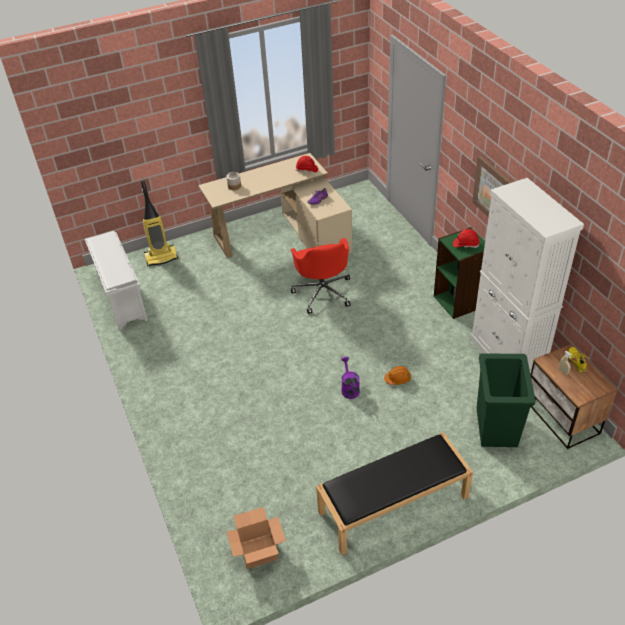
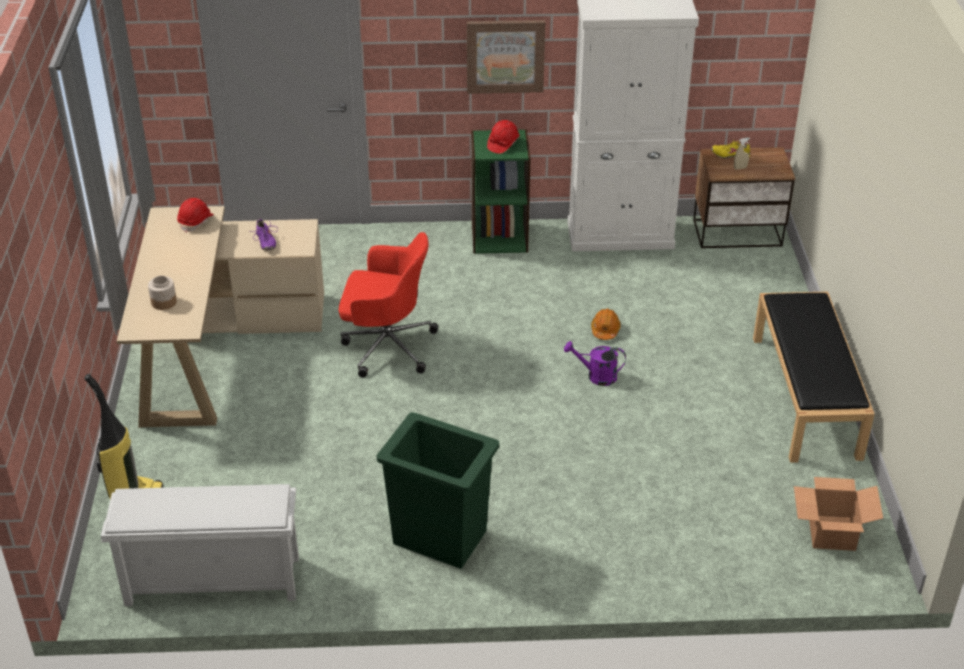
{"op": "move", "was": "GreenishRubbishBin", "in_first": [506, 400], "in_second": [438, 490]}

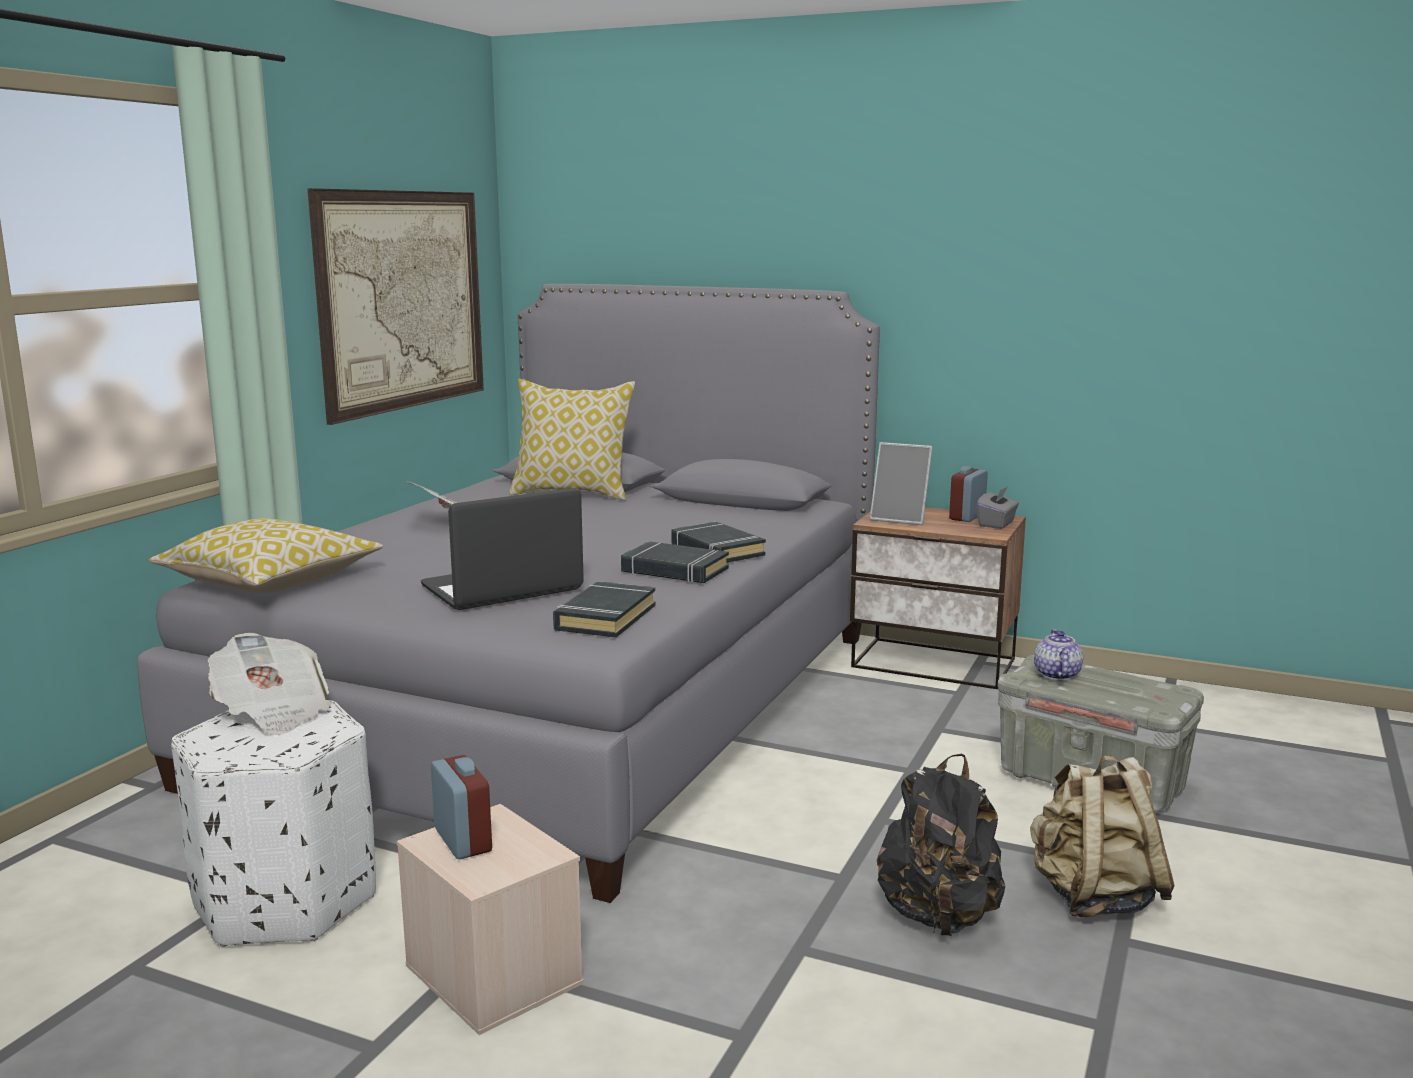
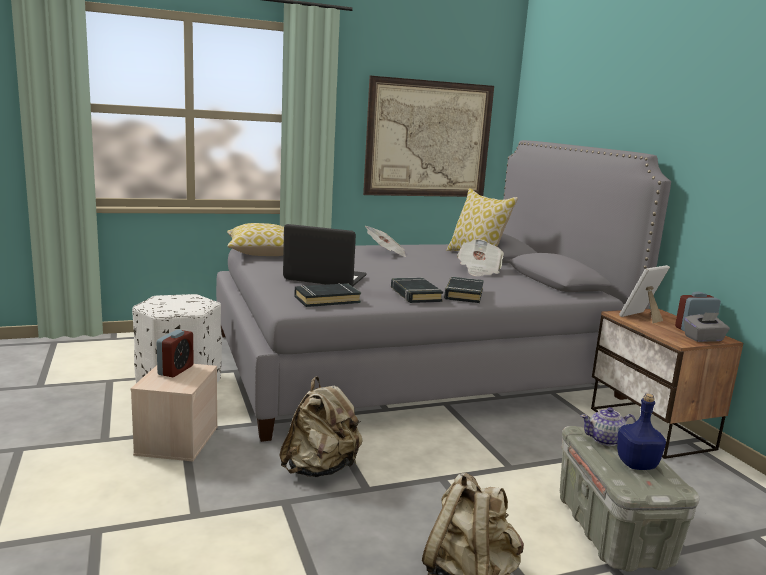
{"op": "insert", "now": "BeigeKnapsack", "in_second": [321, 426]}
{"op": "move", "was": "PrintedPaper", "in_first": [269, 684], "in_second": [480, 257]}
{"op": "rotate", "was": "PotForTea", "in_first": [1058, 654], "in_second": [608, 426], "clockwise": -150}
{"op": "insert", "now": "BlueColouredBottle", "in_second": [641, 432]}
{"op": "rotate", "was": "StandingFrame", "in_first": [901, 483], "in_second": [644, 294], "clockwise": 75}
{"op": "delete", "was": "BlackishKnapsack", "in_first": [941, 845]}

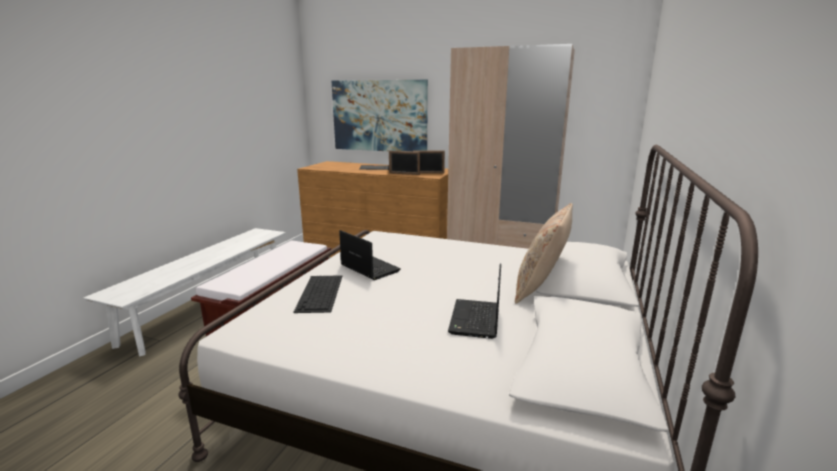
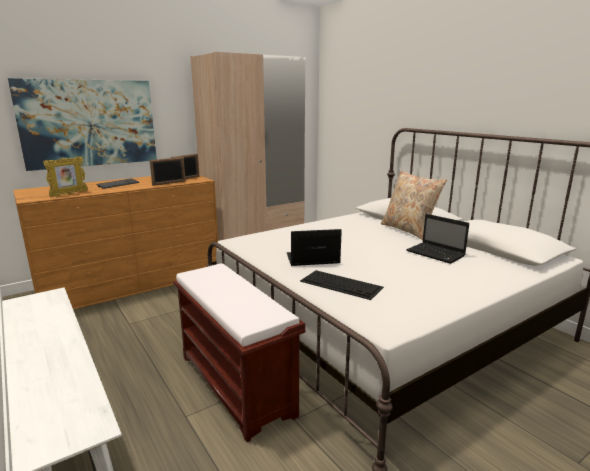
{"op": "insert", "now": "StandingFrame", "in_second": [65, 176]}

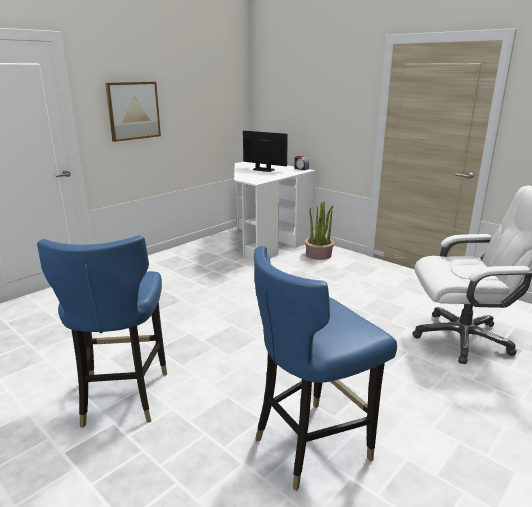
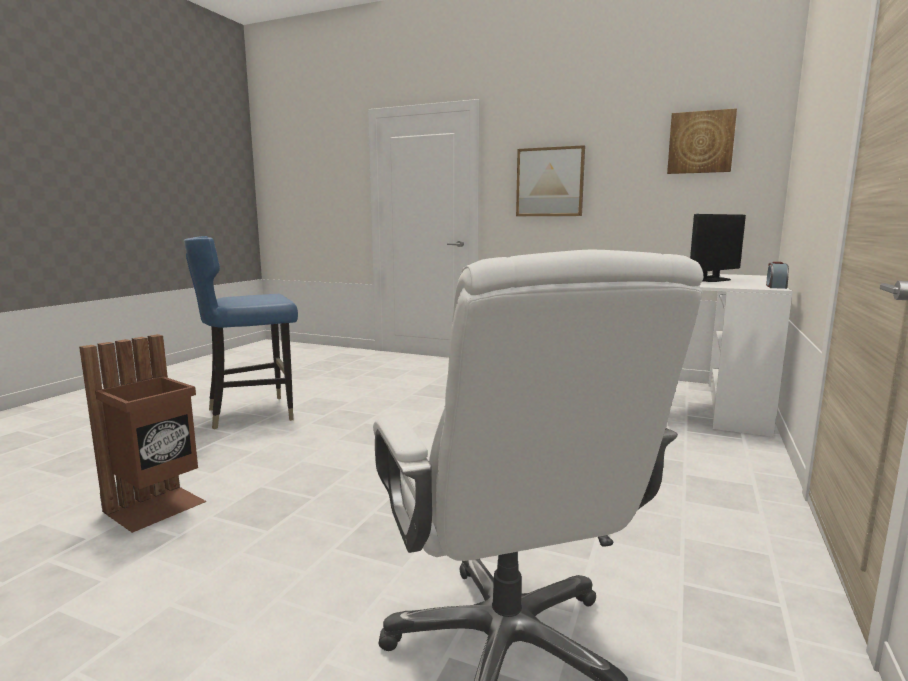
{"op": "replace", "was": "BlueColouredChair", "now": "BrownColouredRubbishBin", "in_first": [325, 368], "in_second": [143, 433]}
{"op": "insert", "now": "WallPicture", "in_second": [702, 141]}
{"op": "rotate", "was": "ComputerScreen", "in_first": [265, 151], "in_second": [718, 248], "clockwise": 45}
{"op": "delete", "was": "PottedPlant", "in_first": [319, 231]}

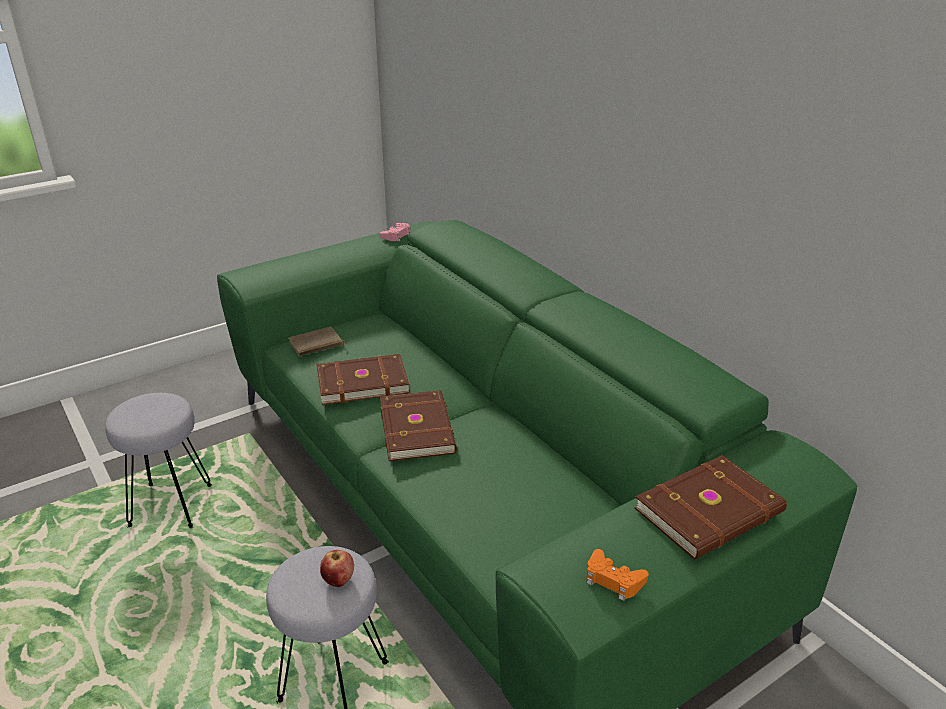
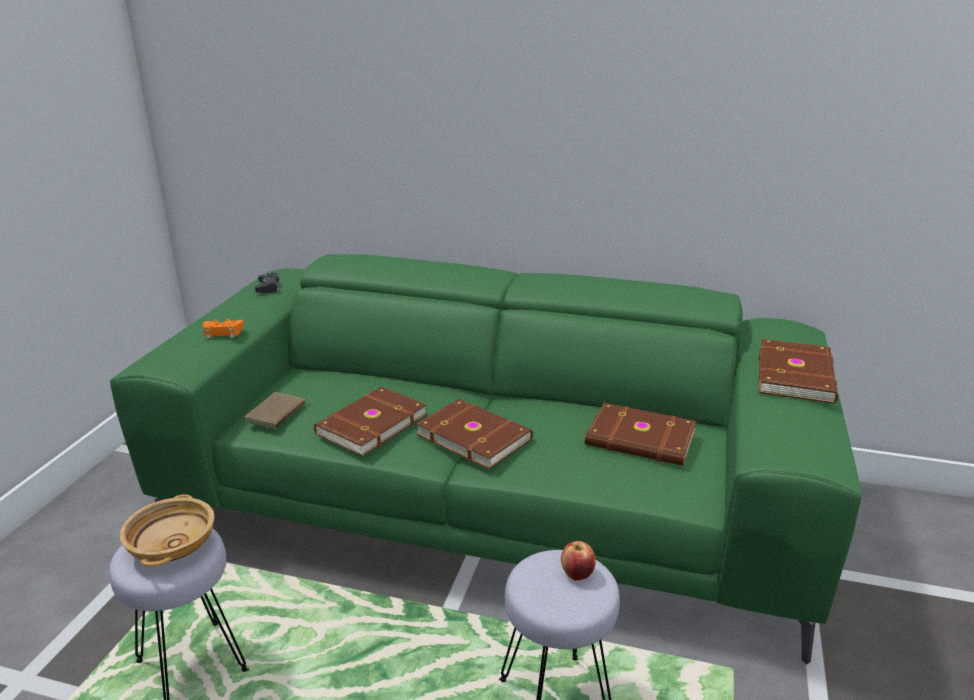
{"op": "insert", "now": "BeigeDeepDish", "in_second": [167, 530]}
{"op": "move", "was": "OrangeColouredGamepad", "in_first": [617, 575], "in_second": [223, 329]}
{"op": "recolor", "was": "PinkGamepad", "now": "BlackishGamepad", "in_first": [395, 232], "in_second": [268, 282]}
{"op": "insert", "now": "BrownColouredBoundBook", "in_second": [640, 434]}

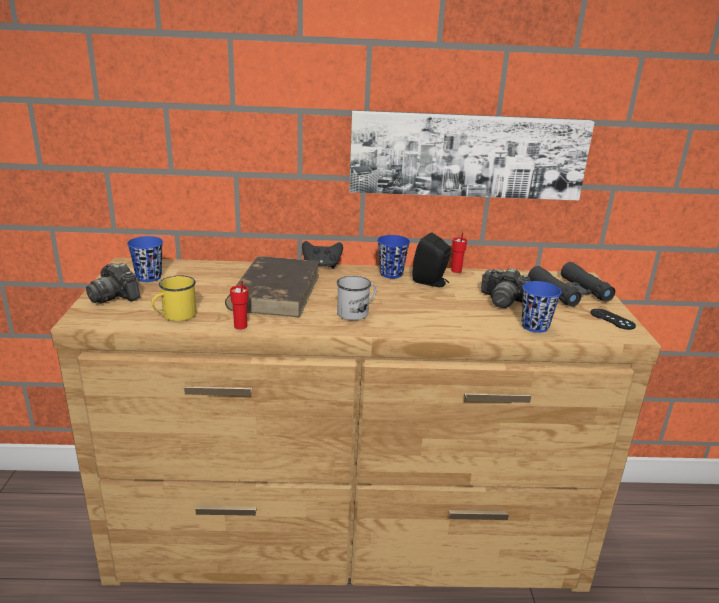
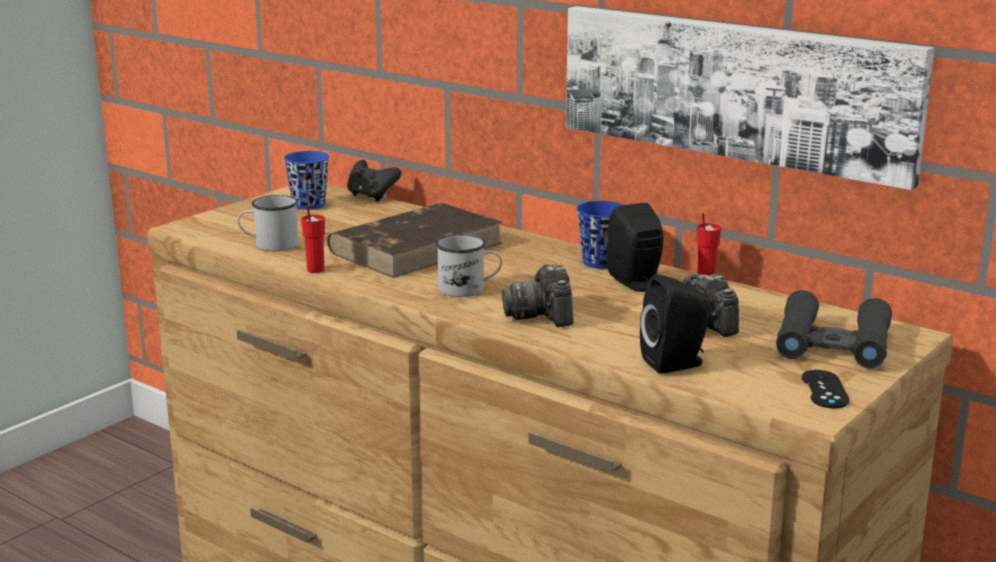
{"op": "recolor", "was": "YellowishCoffeeMug", "now": "WhiteColouredCoffeeMug", "in_first": [174, 298], "in_second": [267, 223]}
{"op": "move", "was": "BlackishGamepad", "in_first": [322, 255], "in_second": [374, 181]}
{"op": "move", "was": "StillCamera", "in_first": [113, 283], "in_second": [537, 296]}
{"op": "replace", "was": "BlueColouredDrinkingCup", "now": "BlackishSpeaker", "in_first": [542, 307], "in_second": [675, 324]}

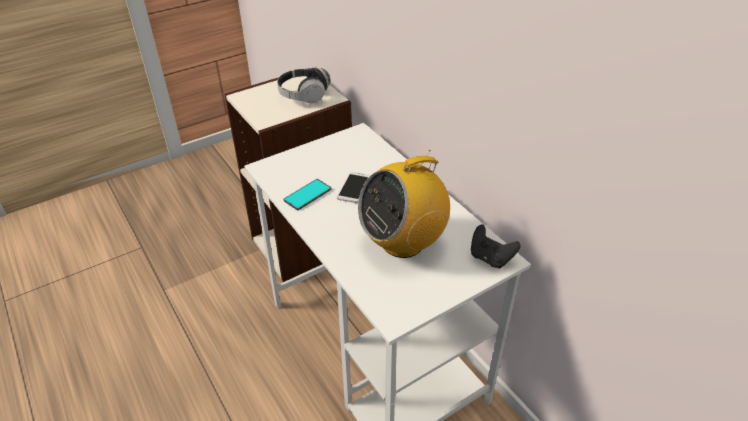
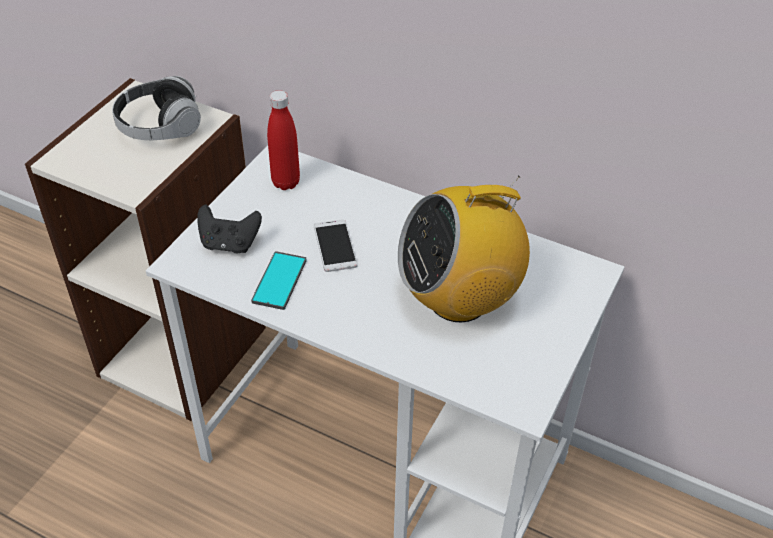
{"op": "move", "was": "BlackishGamepad", "in_first": [495, 247], "in_second": [229, 229]}
{"op": "insert", "now": "RedColouredBottle", "in_second": [283, 140]}
{"op": "rotate", "was": "RadioReceiver", "in_first": [404, 204], "in_second": [464, 249], "clockwise": 45}

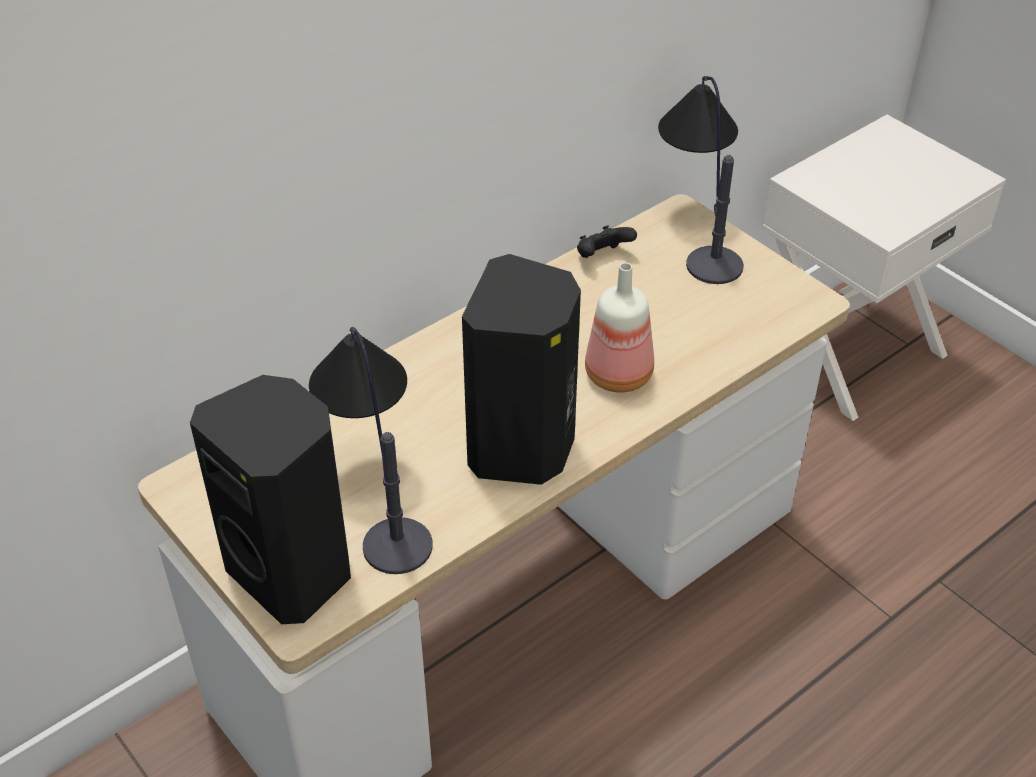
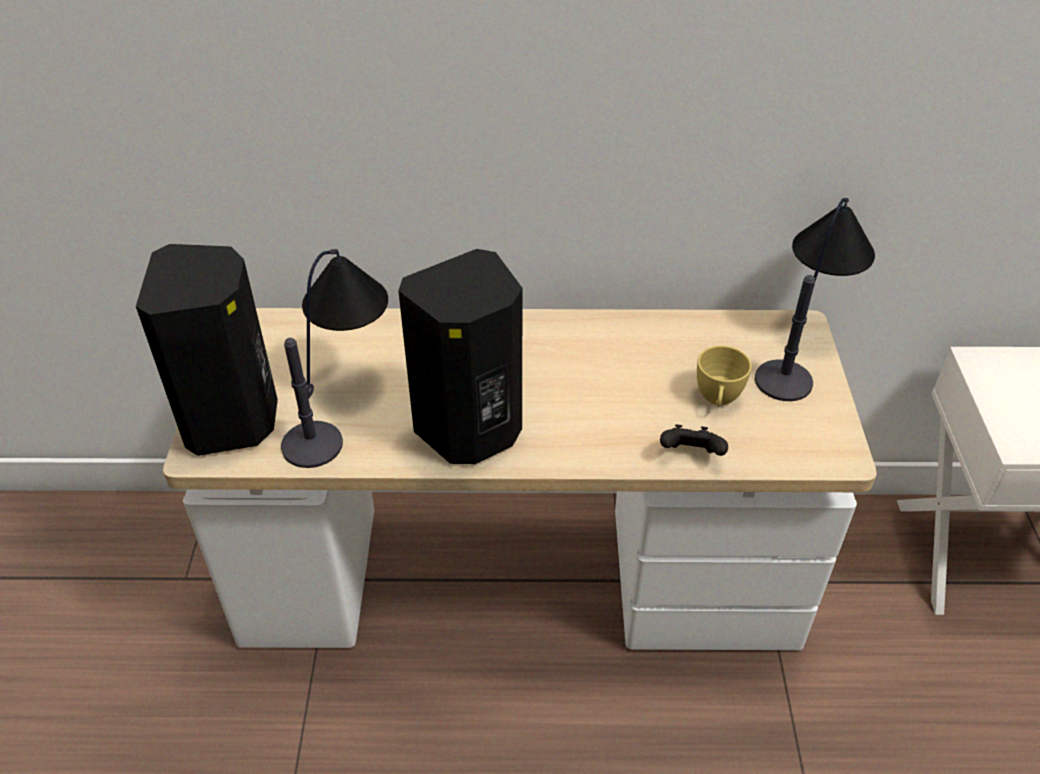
{"op": "move", "was": "BlackishGamepad", "in_first": [607, 241], "in_second": [694, 440]}
{"op": "insert", "now": "YellowishDrinkingCup", "in_second": [724, 376]}
{"op": "delete", "was": "Bottle", "in_first": [619, 327]}

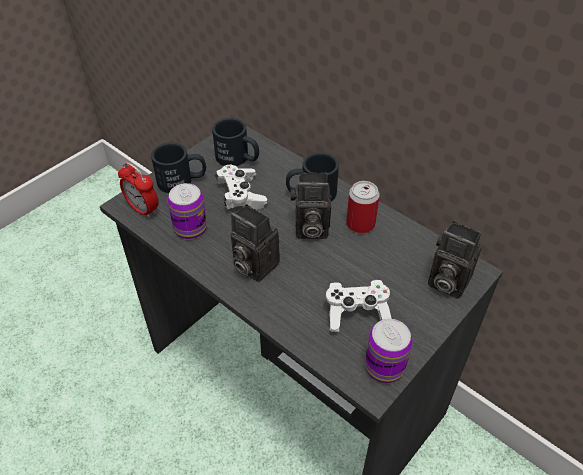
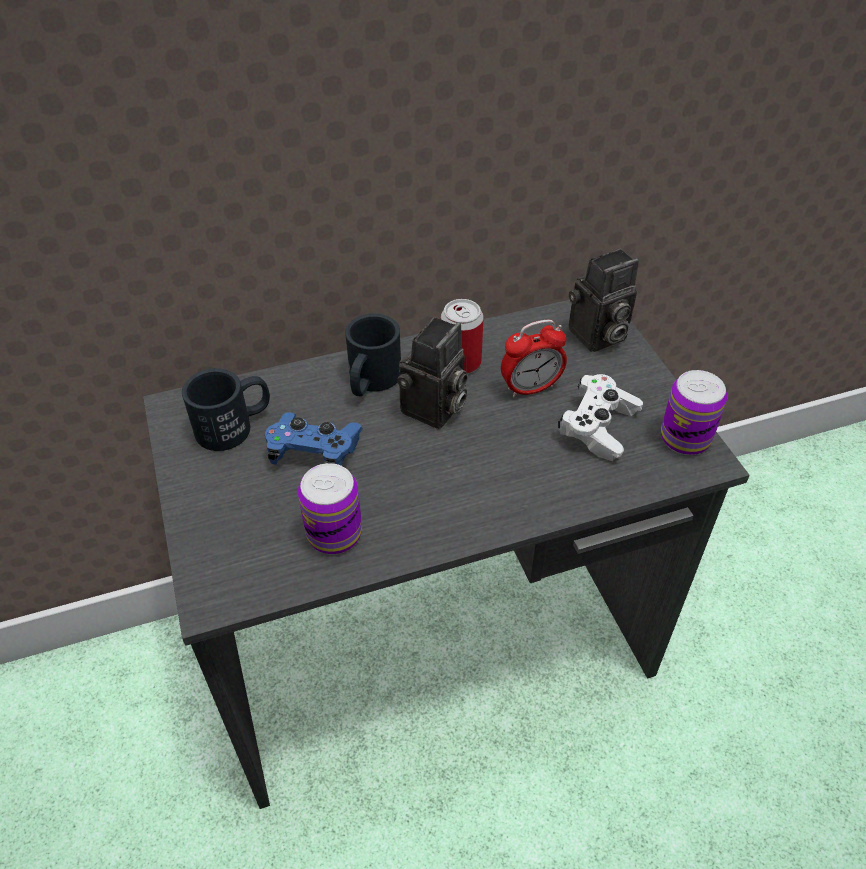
{"op": "recolor", "was": "WhiteColouredGamepad", "now": "BlueColouredGamepad", "in_first": [241, 187], "in_second": [314, 438]}
{"op": "move", "was": "TableClock", "in_first": [138, 190], "in_second": [534, 359]}
{"op": "delete", "was": "BlackishCoffeeMug", "in_first": [178, 167]}
{"op": "delete", "was": "StillCamera", "in_first": [255, 243]}

